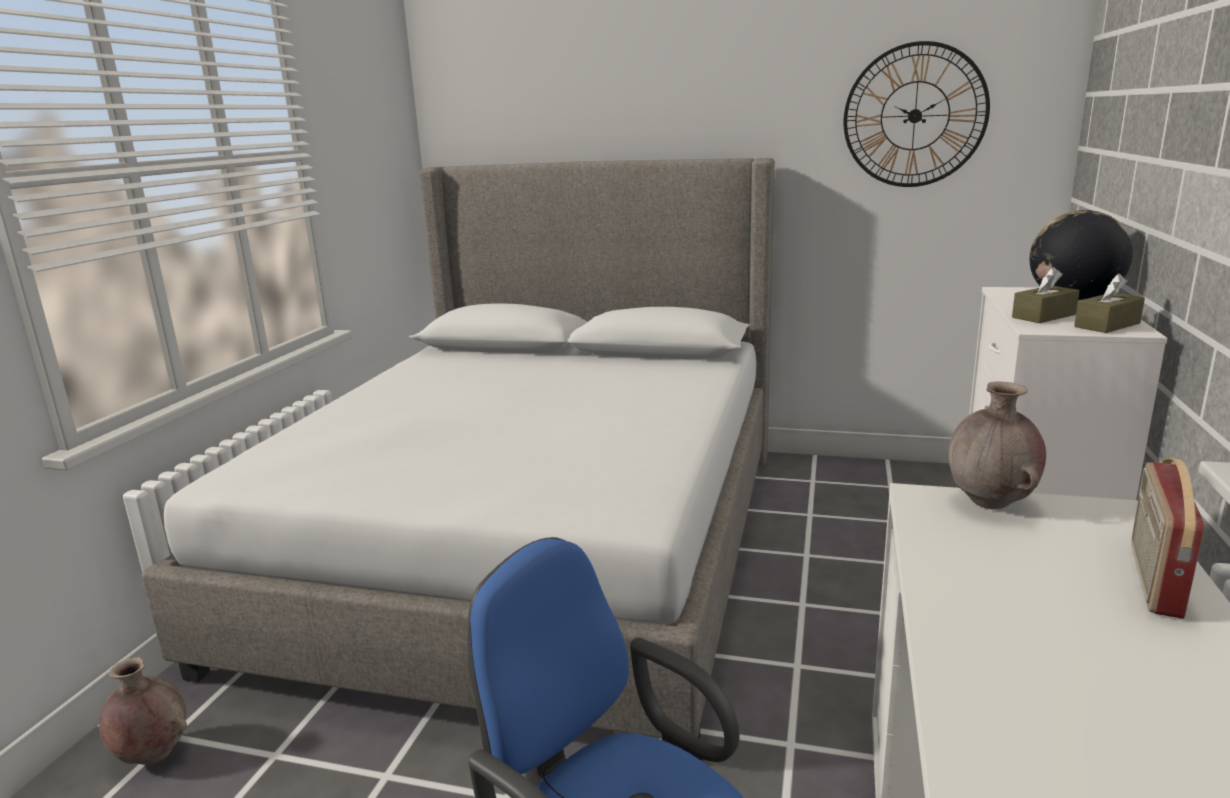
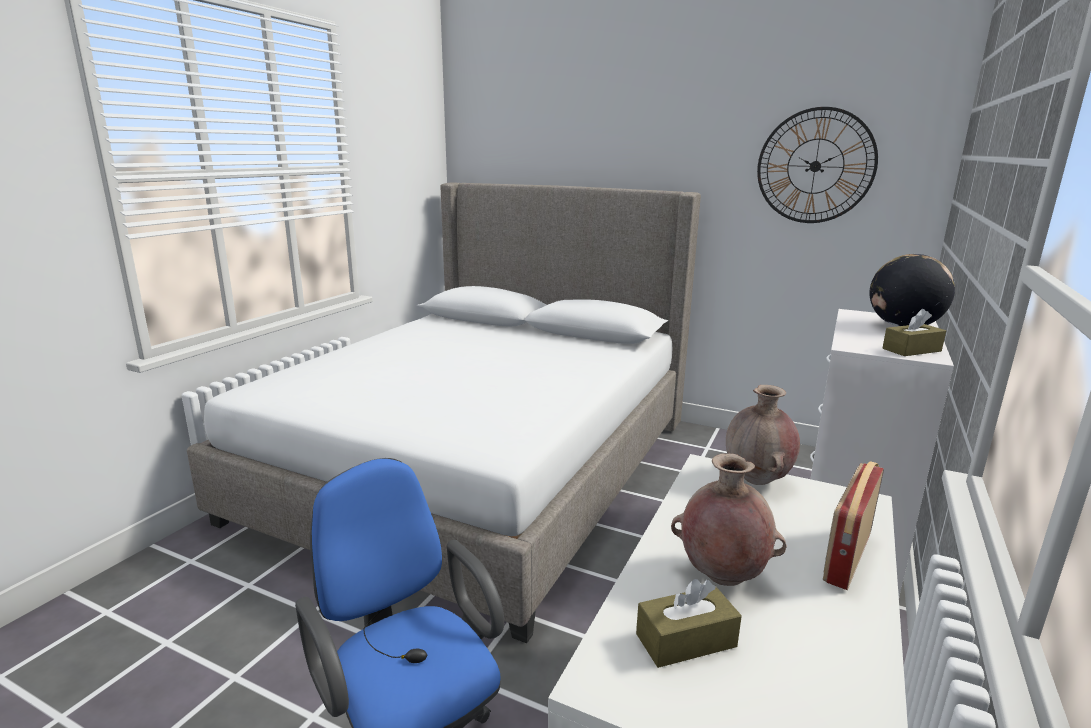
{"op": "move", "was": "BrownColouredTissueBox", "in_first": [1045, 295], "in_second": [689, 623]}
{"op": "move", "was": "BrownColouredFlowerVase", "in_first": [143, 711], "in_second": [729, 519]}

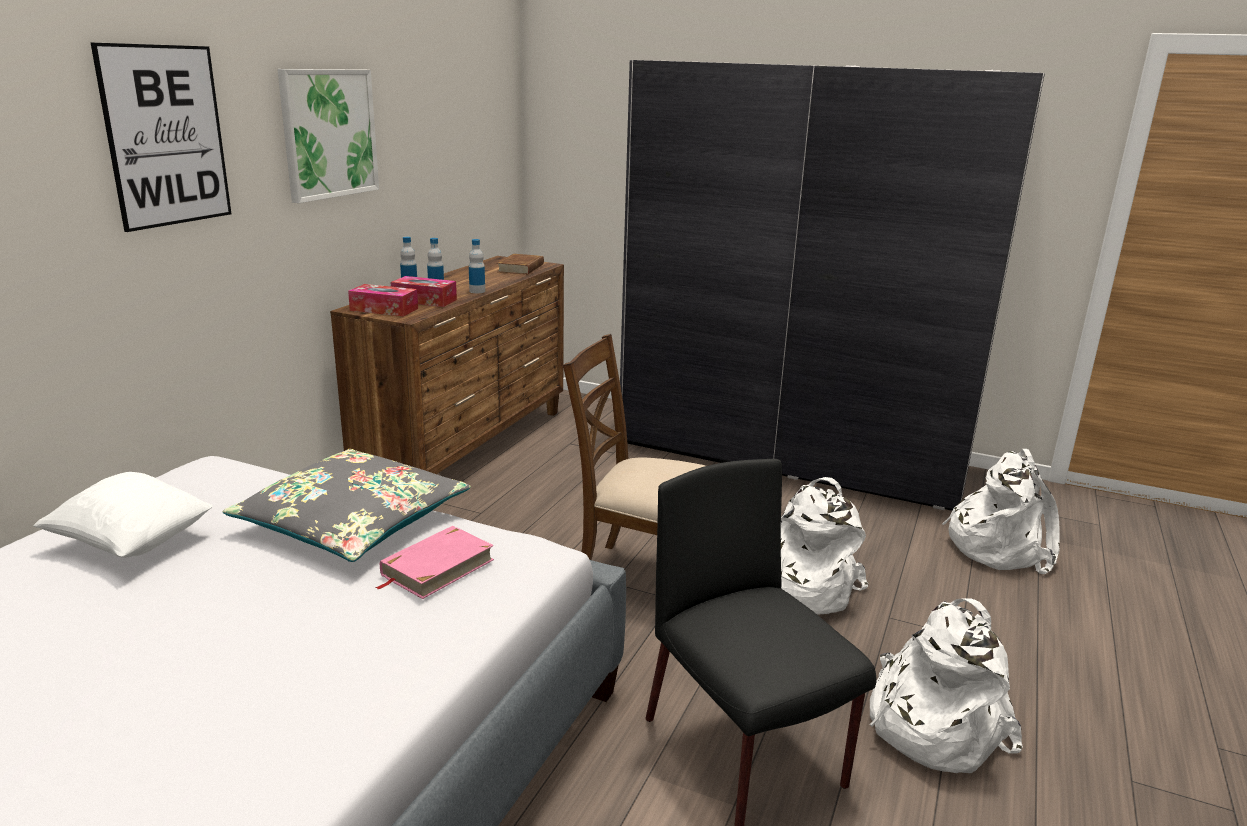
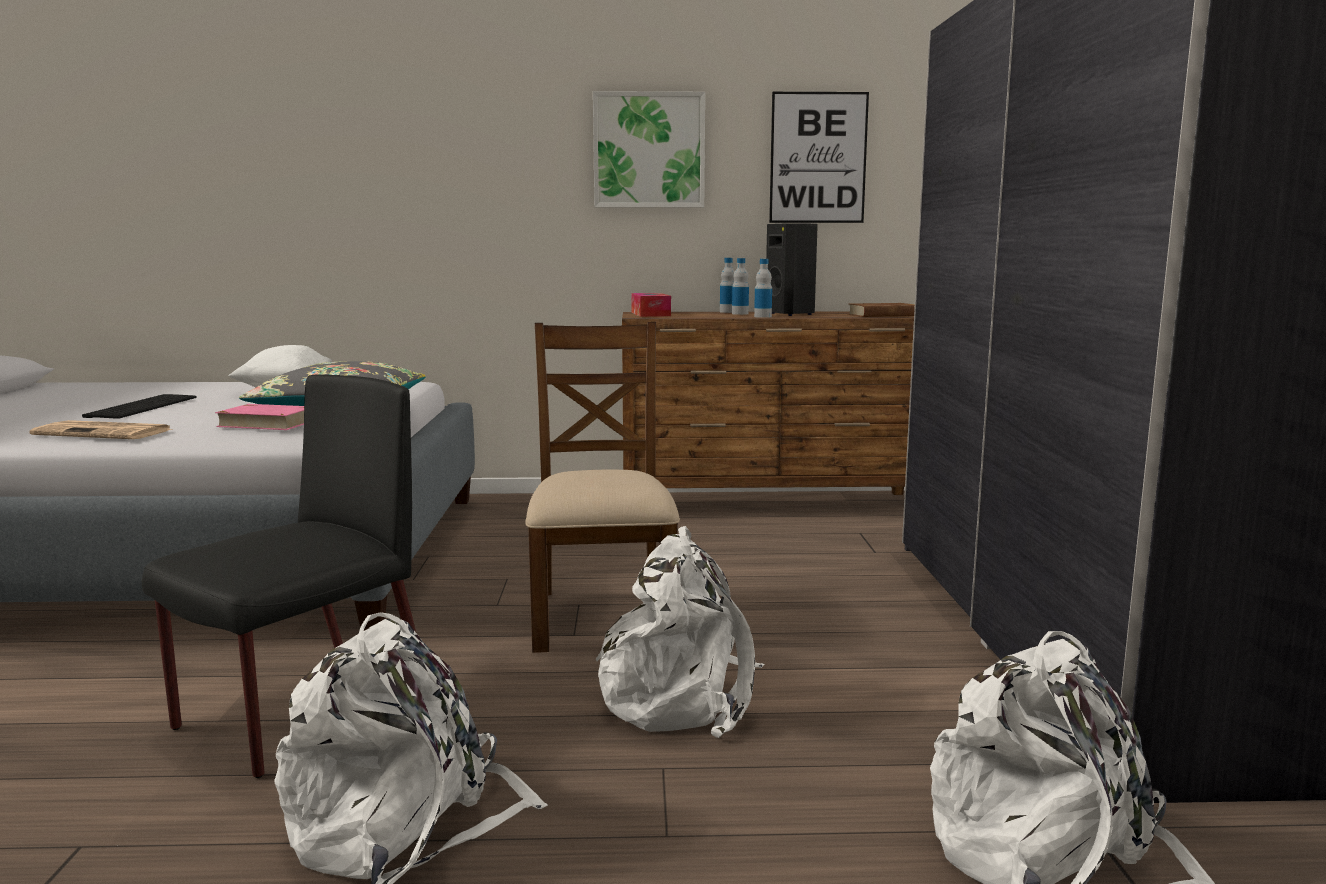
{"op": "insert", "now": "PrintedPaper", "in_second": [102, 429]}
{"op": "insert", "now": "PcKeyboard", "in_second": [139, 406]}
{"op": "insert", "now": "BlackishSpeaker", "in_second": [792, 269]}
{"op": "move", "was": "WallPicture", "in_first": [161, 137], "in_second": [819, 157]}
{"op": "delete", "was": "TissueBox", "in_first": [424, 291]}

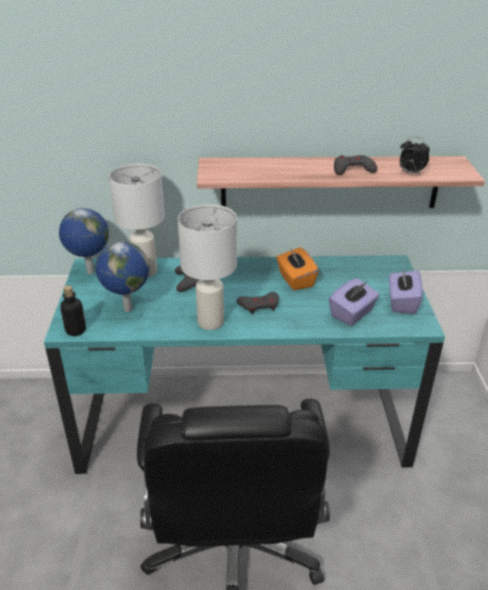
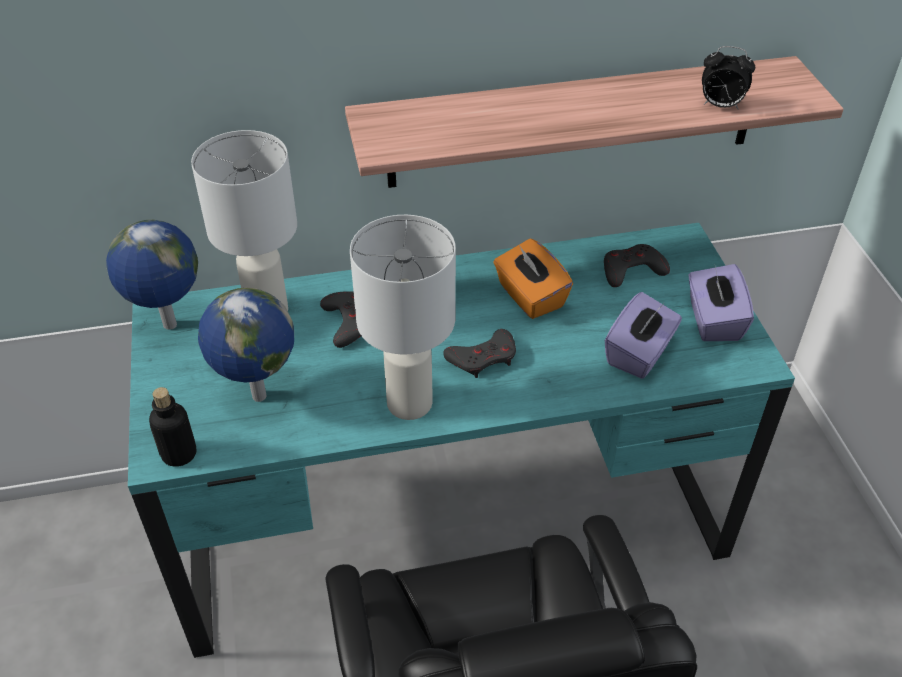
{"op": "move", "was": "GrayGamepad", "in_first": [355, 165], "in_second": [637, 265]}

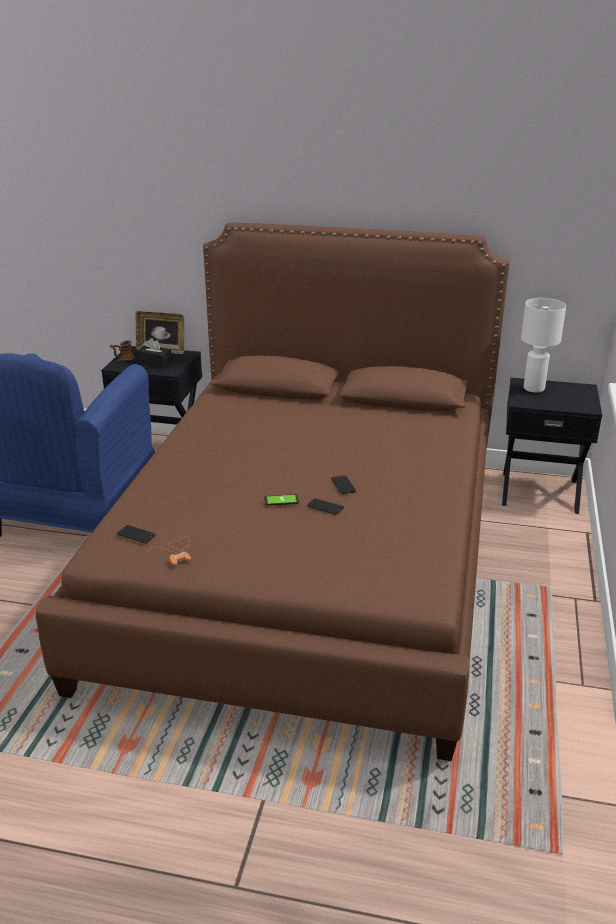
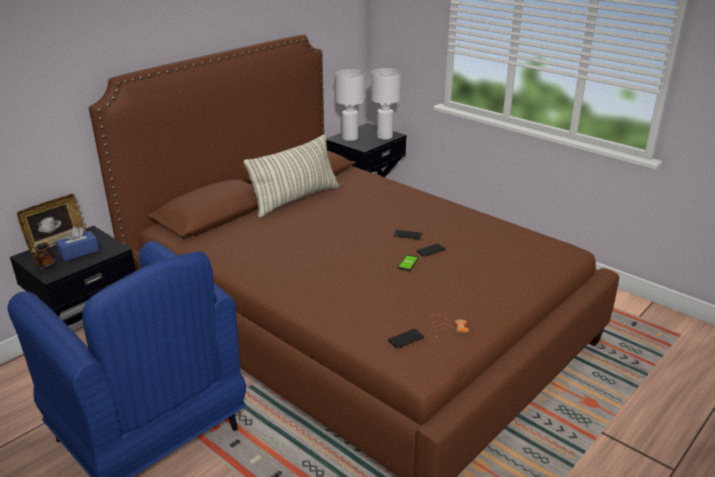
{"op": "recolor", "was": "BlackishTissueBox", "now": "BlueColouredTissueBox", "in_first": [154, 352], "in_second": [77, 244]}
{"op": "insert", "now": "Cushion", "in_second": [291, 176]}
{"op": "insert", "now": "WhiteColouredTabletopLamp", "in_second": [386, 104]}

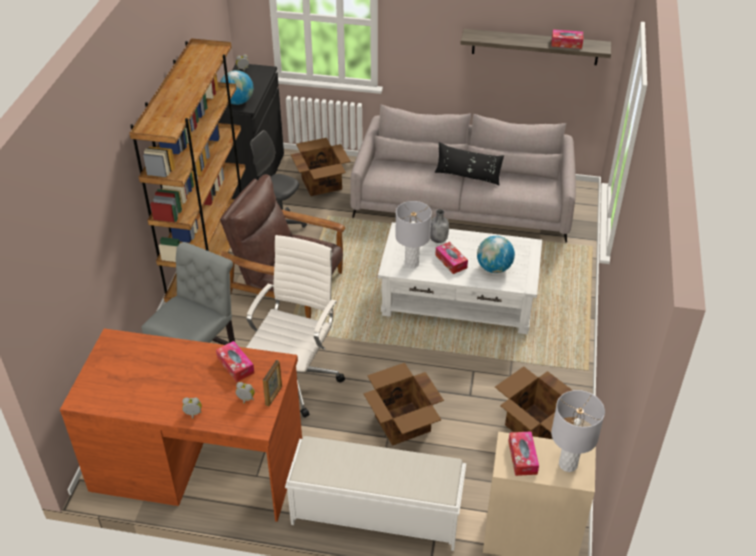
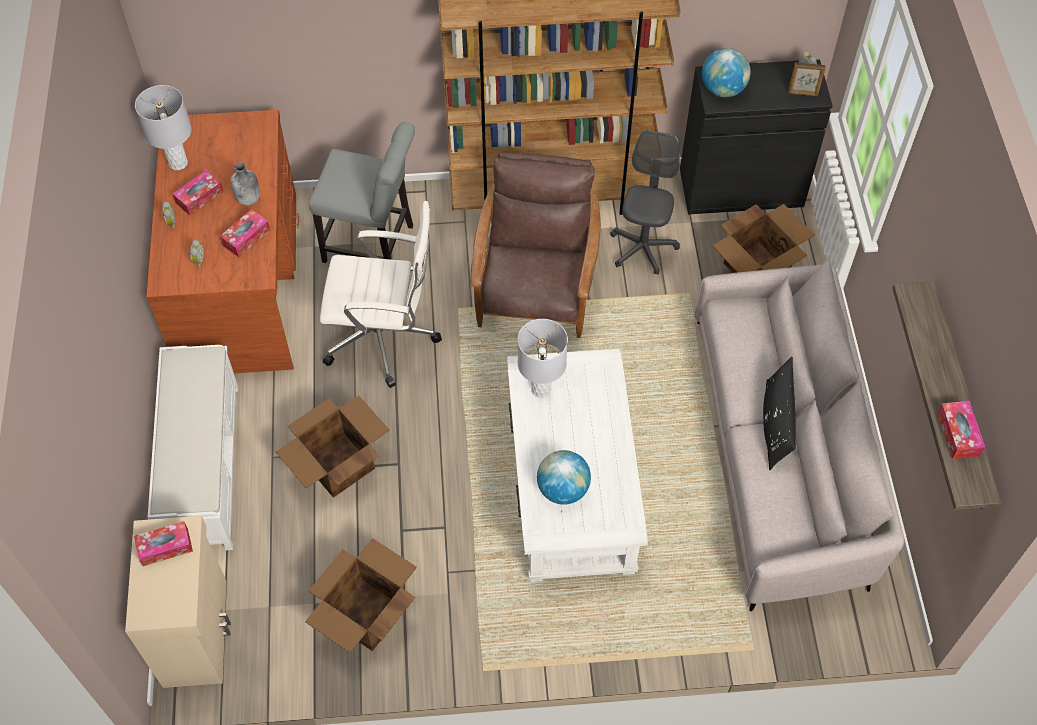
{"op": "move", "was": "GrayTabletopLamp", "in_first": [578, 431], "in_second": [163, 127]}
{"op": "move", "was": "TissueBox", "in_first": [451, 258], "in_second": [198, 192]}
{"op": "move", "was": "GrayBottle", "in_first": [439, 226], "in_second": [245, 184]}
{"op": "move", "was": "StandingFrame", "in_first": [272, 383], "in_second": [807, 79]}

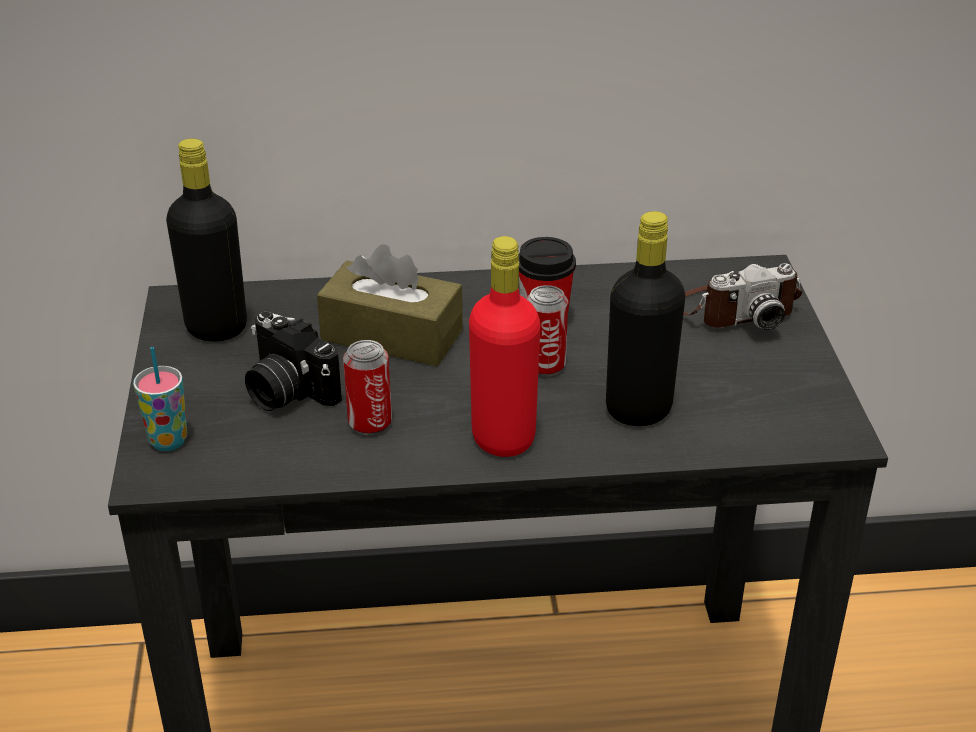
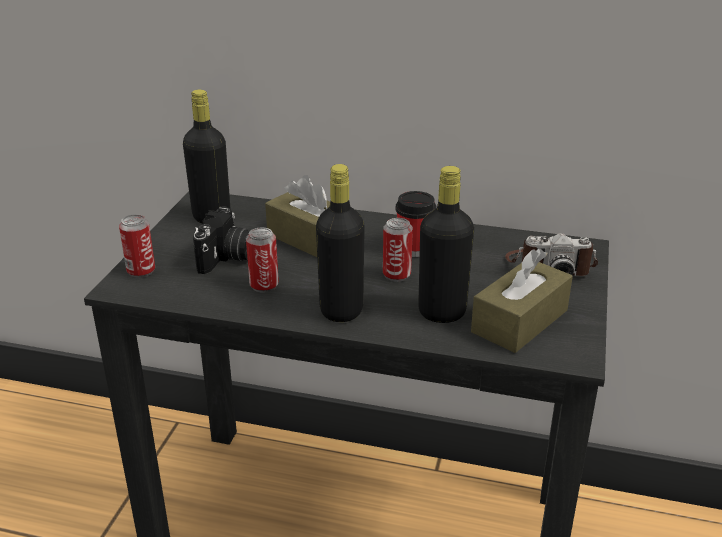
{"op": "replace", "was": "DrinkingCup", "now": "SealedCan", "in_first": [160, 399], "in_second": [137, 246]}
{"op": "rotate", "was": "StillCamera", "in_first": [293, 361], "in_second": [221, 240], "clockwise": -135}
{"op": "recolor", "was": "RedColouredBottle", "now": "BlackishBottle", "in_first": [504, 346], "in_second": [340, 243]}
{"op": "insert", "now": "BrownColouredTissueBox", "in_second": [522, 300]}

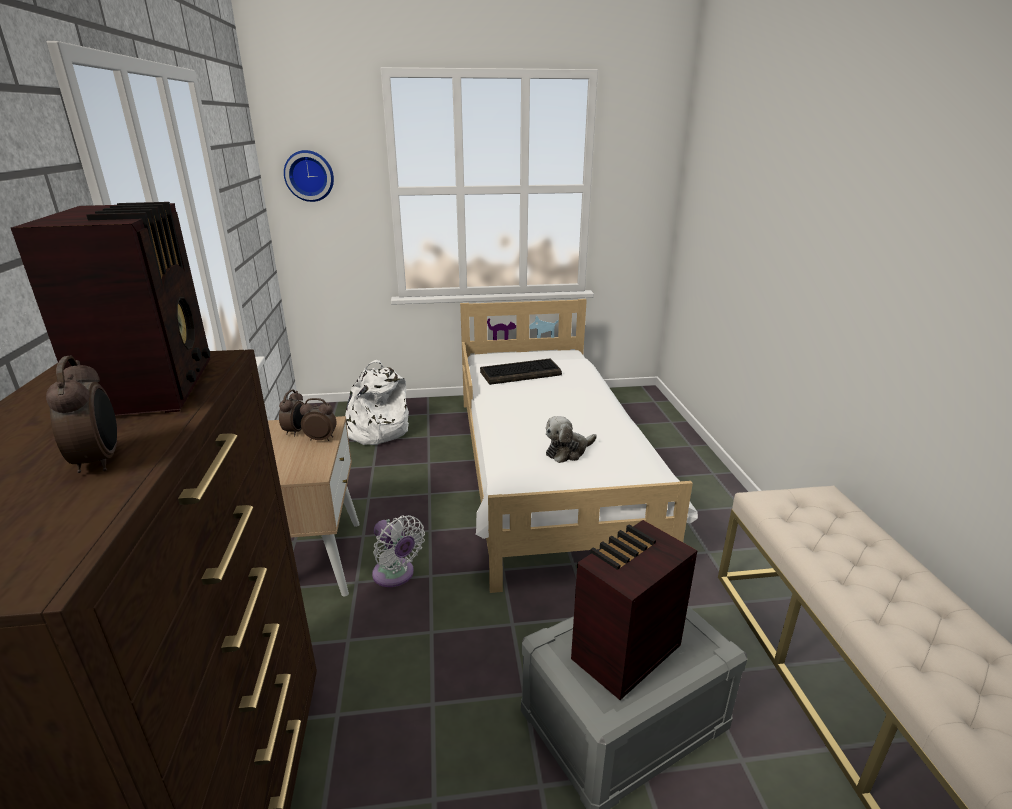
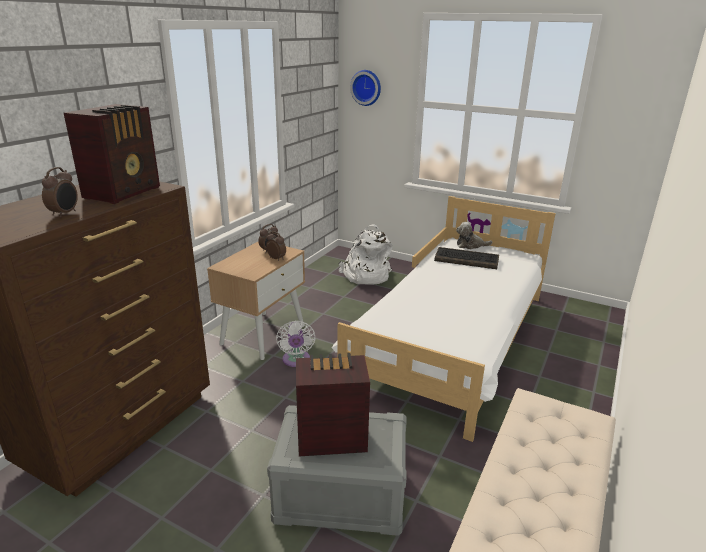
{"op": "move", "was": "PlushToy", "in_first": [571, 439], "in_second": [474, 235]}

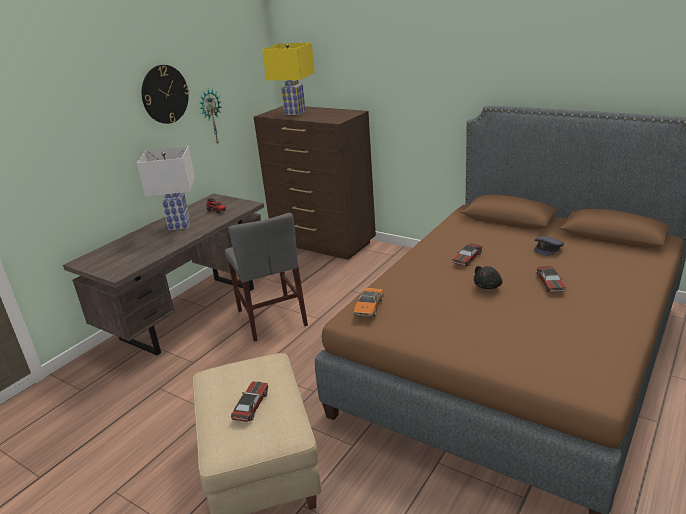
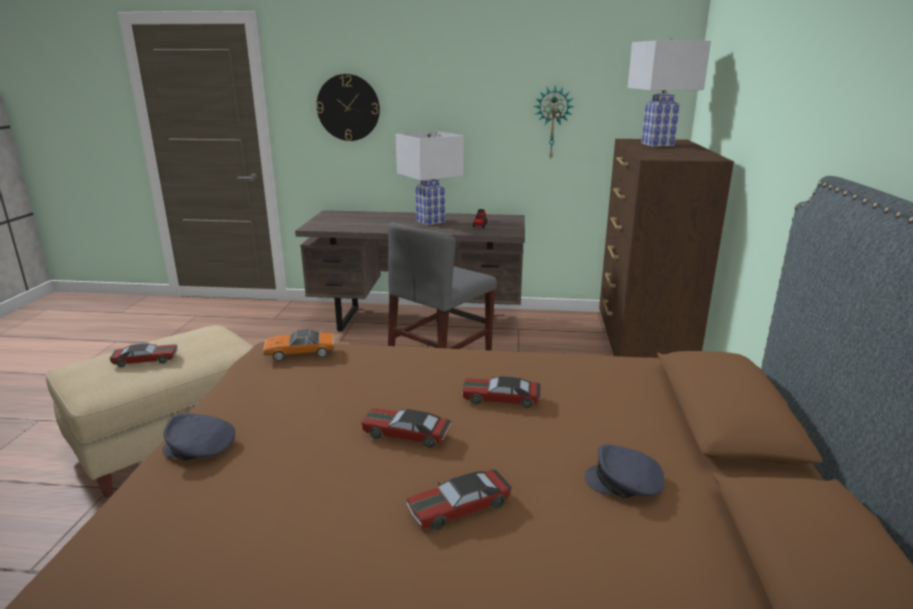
{"op": "insert", "now": "GrayBaseballCap", "in_second": [198, 437]}
{"op": "move", "was": "WallClock", "in_first": [165, 94], "in_second": [348, 107]}
{"op": "replace", "was": "BlackishPlushToy", "now": "MiniatureCar", "in_first": [488, 277], "in_second": [406, 428]}
{"op": "recolor", "was": "YellowishTabletopLamp", "now": "WhiteColouredTabletopLamp", "in_first": [288, 78], "in_second": [669, 93]}

